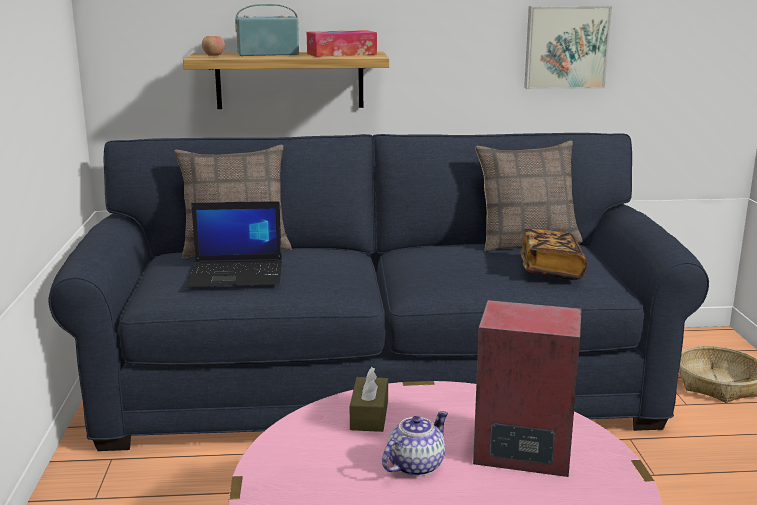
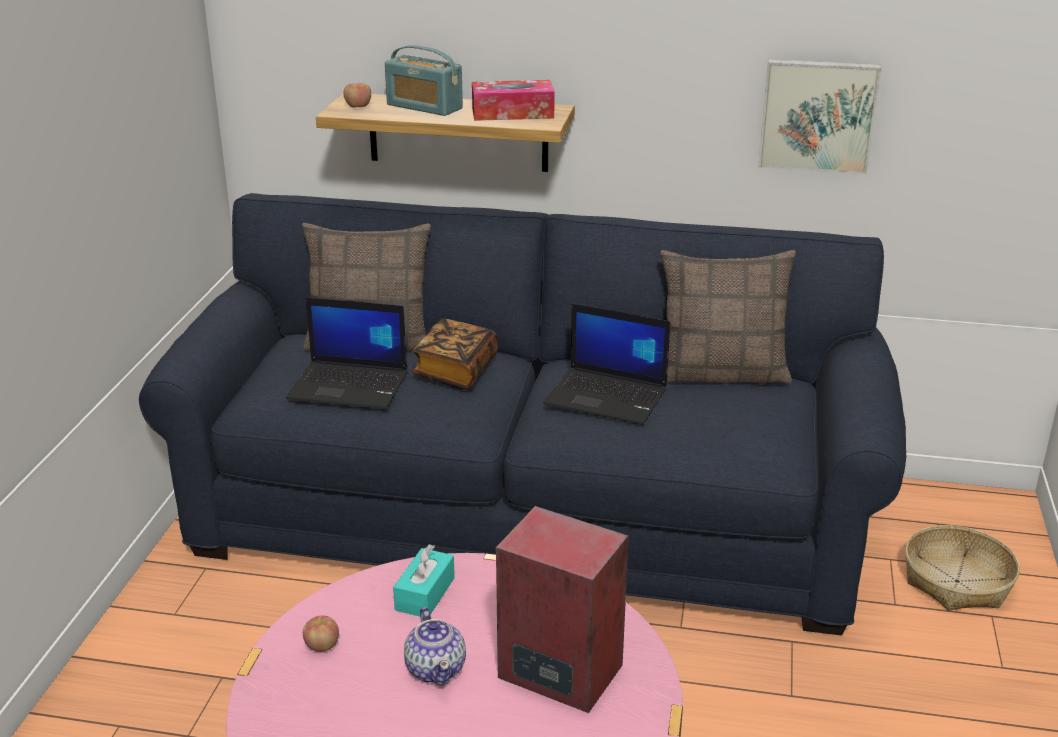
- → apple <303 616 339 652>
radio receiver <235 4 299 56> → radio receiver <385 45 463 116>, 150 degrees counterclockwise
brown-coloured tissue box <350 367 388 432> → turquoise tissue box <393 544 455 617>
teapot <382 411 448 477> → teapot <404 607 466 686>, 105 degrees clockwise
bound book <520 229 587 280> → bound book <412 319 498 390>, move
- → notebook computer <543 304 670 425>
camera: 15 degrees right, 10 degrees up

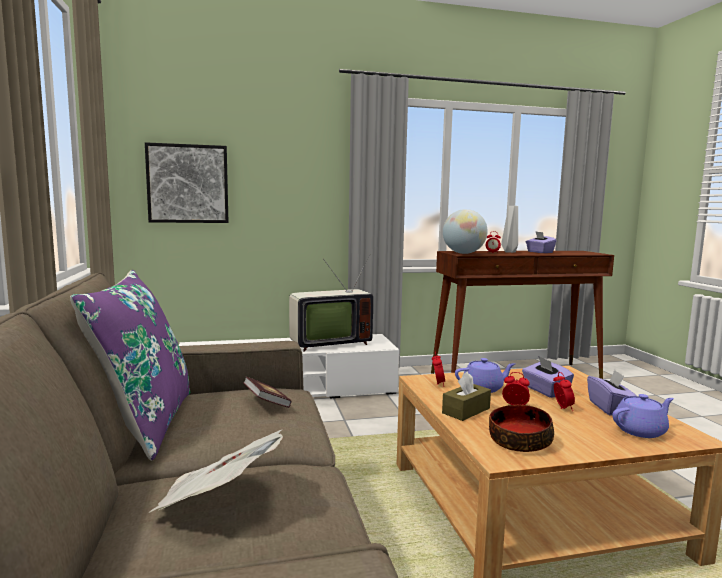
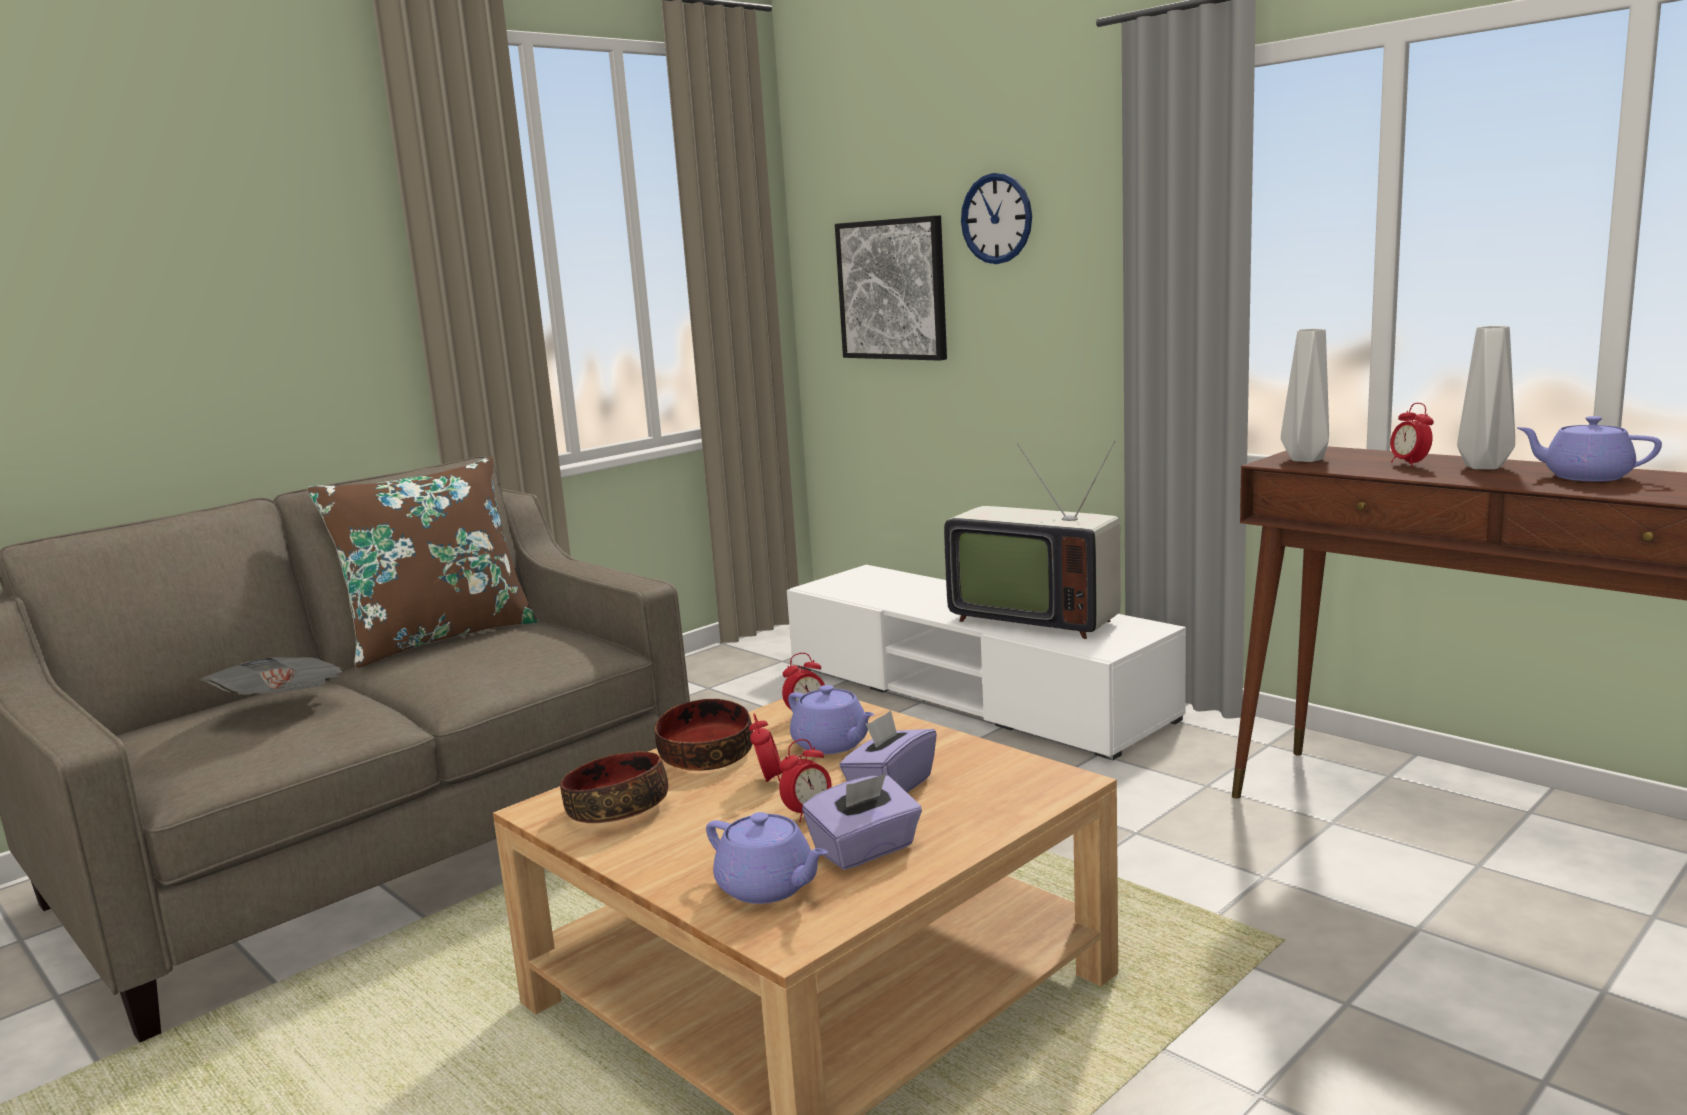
purple pillow <70 270 190 461> → brown-coloured pillow <307 457 538 668>
brown-coloured tissue box <442 372 491 421> → bowl <655 699 753 771>
- → clock on the wall <961 173 1032 264>
desk globe <443 209 488 254> → gray vase <1281 329 1329 462>
purple tissue box <526 231 557 253> → purple teapot <1517 416 1662 482>
bound book <243 377 291 408> → -
camera: 60 degrees right, 5 degrees up

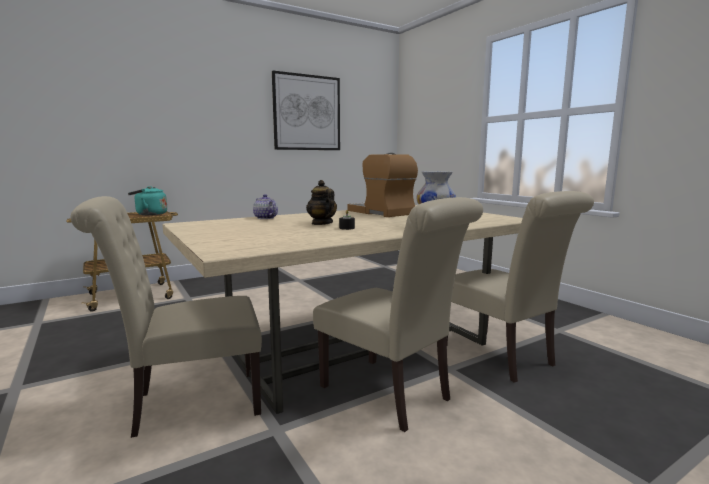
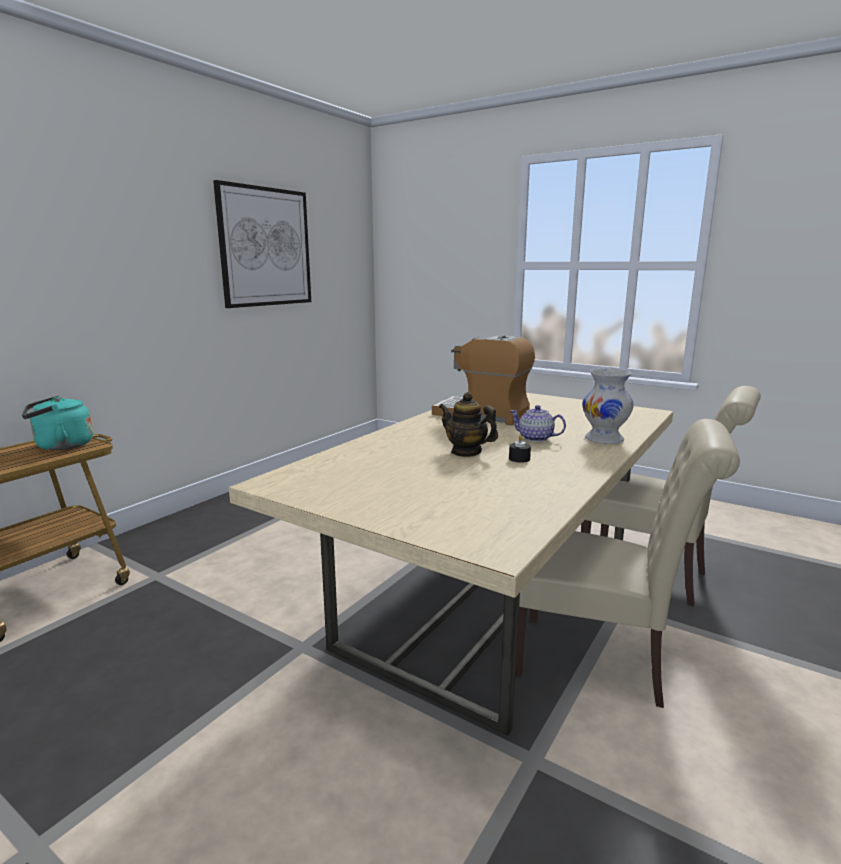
teapot <253 194 278 219> → teapot <510 405 566 442>, move
beige plain chair <70 196 262 438> → -
camera: 25 degrees left, 5 degrees up

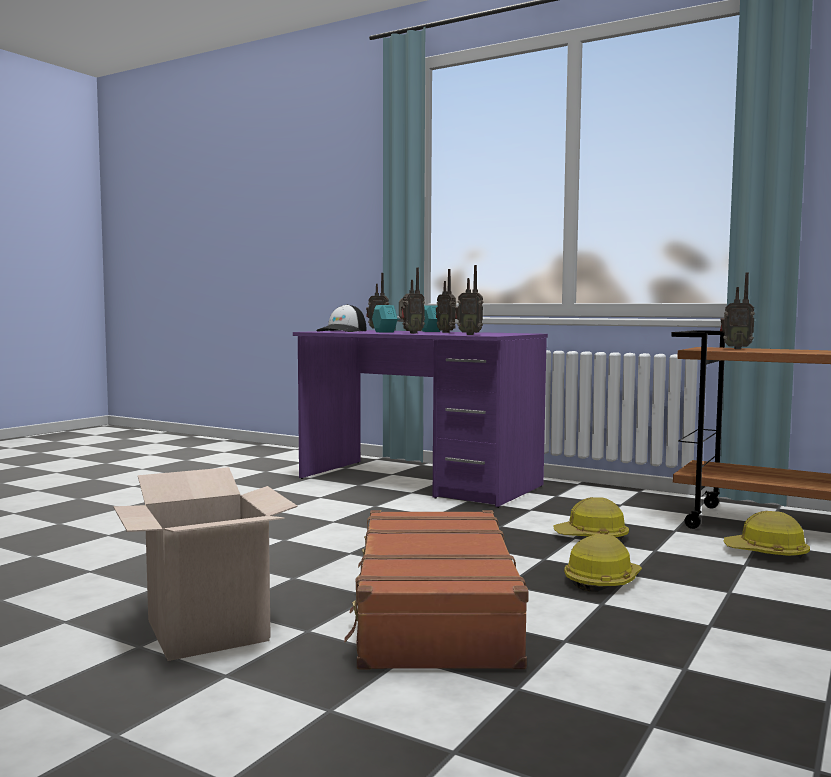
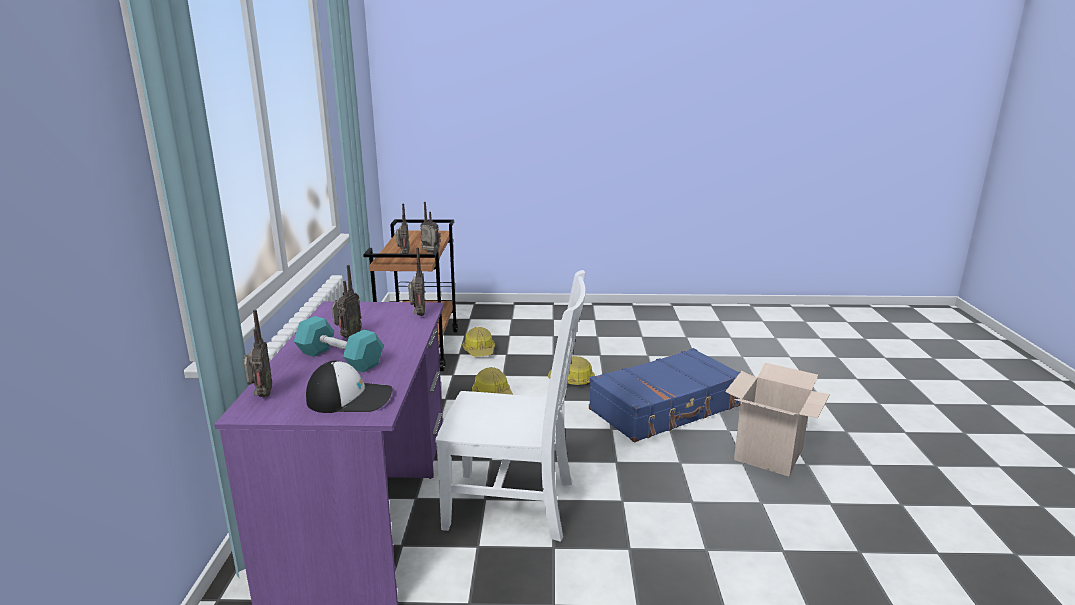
radio receiver <399 268 425 333> → radio receiver <420 202 441 253>, move
- → whitish plain chair <435 270 586 542>
brown-coloured travel case <344 510 529 670> → bluish travel case <589 348 741 442>
camera: 120 degrees left, 15 degrees up

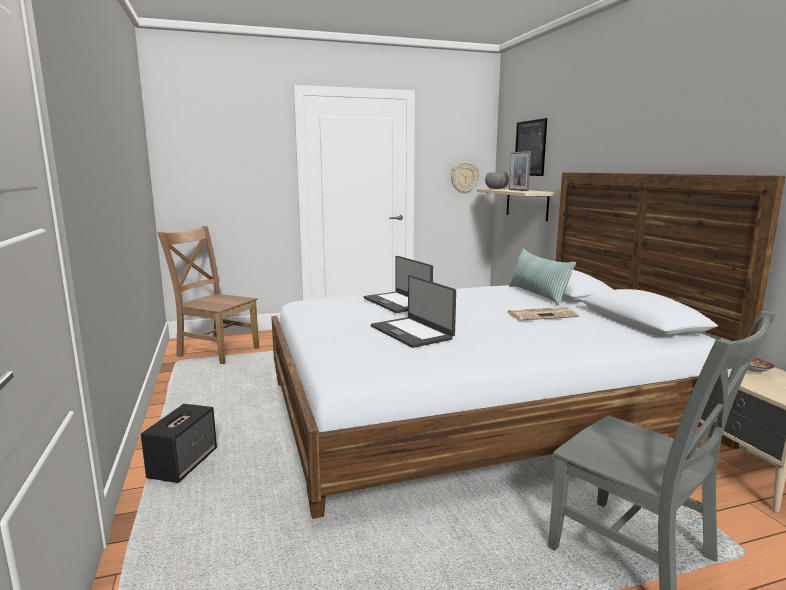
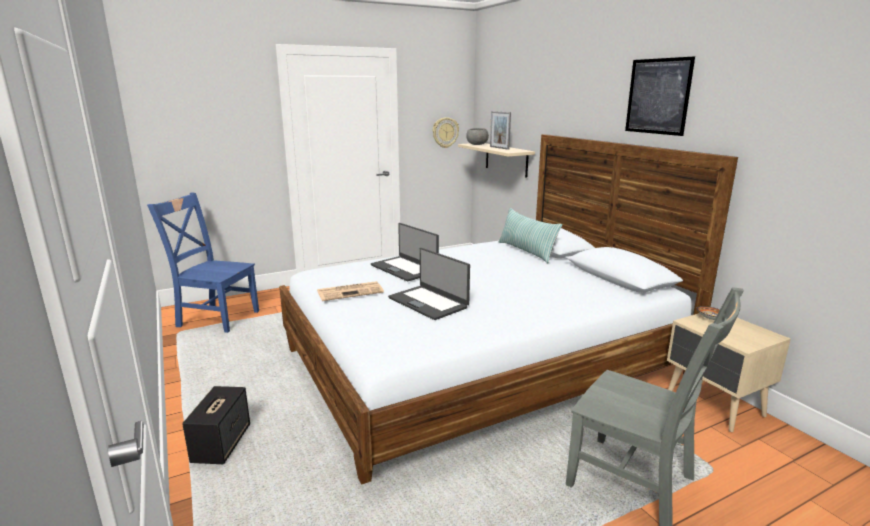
brown-coloured plain chair <158 226 259 364> → bluish plain chair <147 192 259 333>
newspaper <507 307 579 320> → newspaper <317 281 384 301>, move
wall picture <515 118 547 176> → wall picture <625 57 695 136>, move
camera: 10 degrees left, 5 degrees up

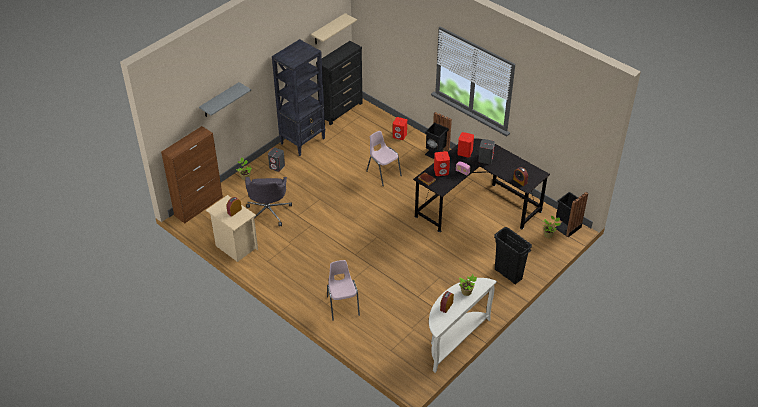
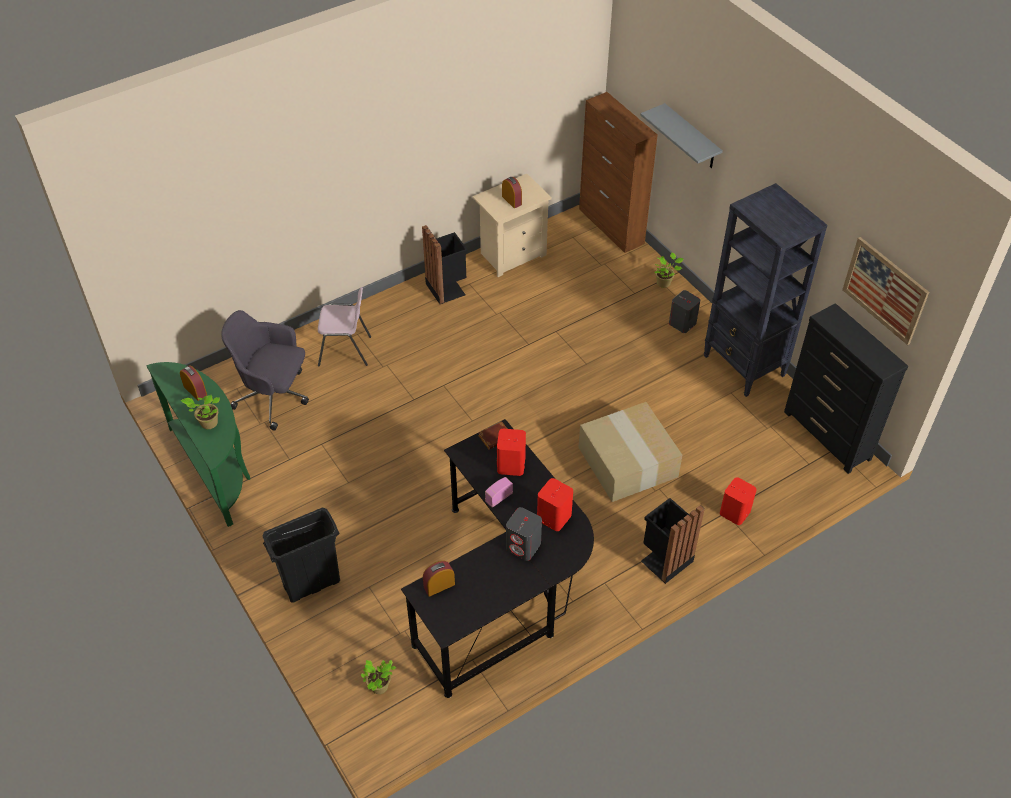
whitish hall table <429 278 497 373> → green hall table <146 362 250 527>
gray desk chair <245 177 292 226> → gray desk chair <221 310 309 430>, move
black waste bin <555 192 588 237> → black waste bin <422 225 468 304>, move
pink plain chair <366 131 402 186> → cardboard box <578 402 682 502>
beige bracket shelf <311 13 357 45> → wall picture <842 237 929 345>
camera: 105 degrees right, 5 degrees up

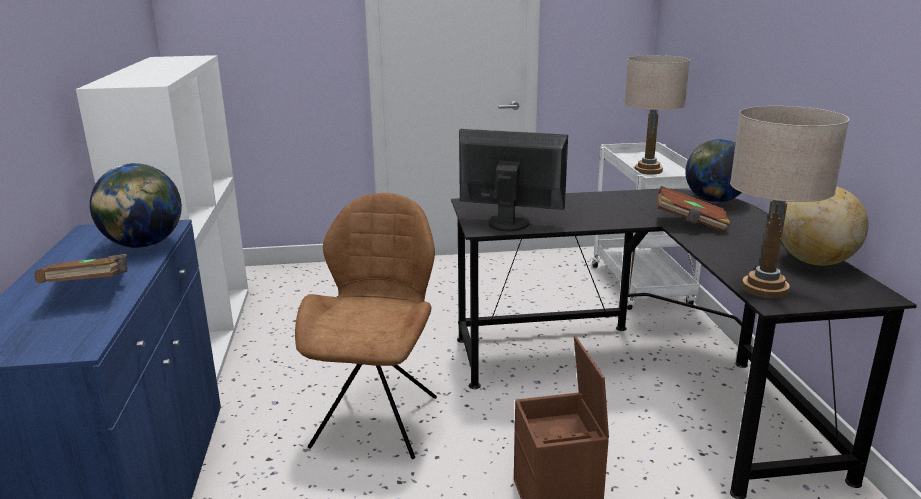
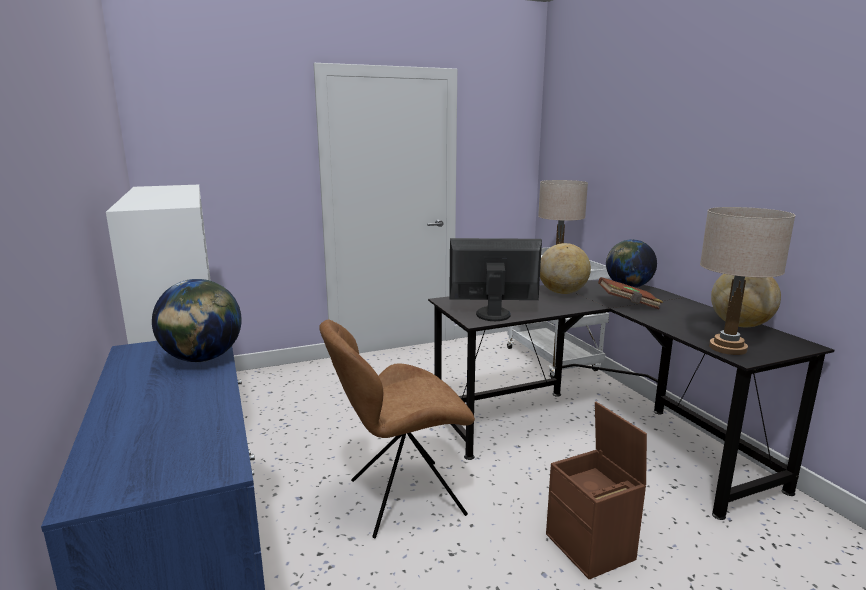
brown-coloured plain chair <295 193 437 459> → brown-coloured plain chair <320 320 475 538>, 105 degrees counterclockwise
- → desk globe <540 243 591 294>
brown-coloured bound book <35 254 128 283> → -
camera: 15 degrees left, 5 degrees down

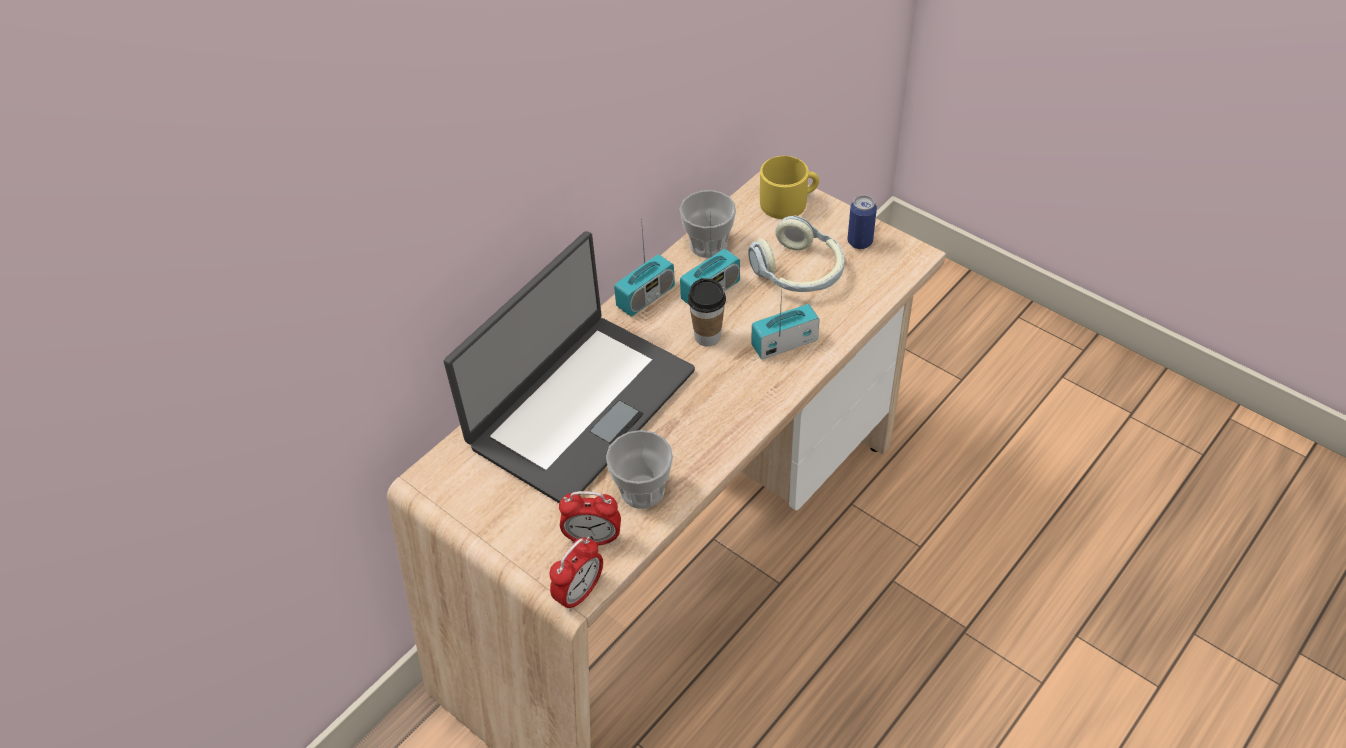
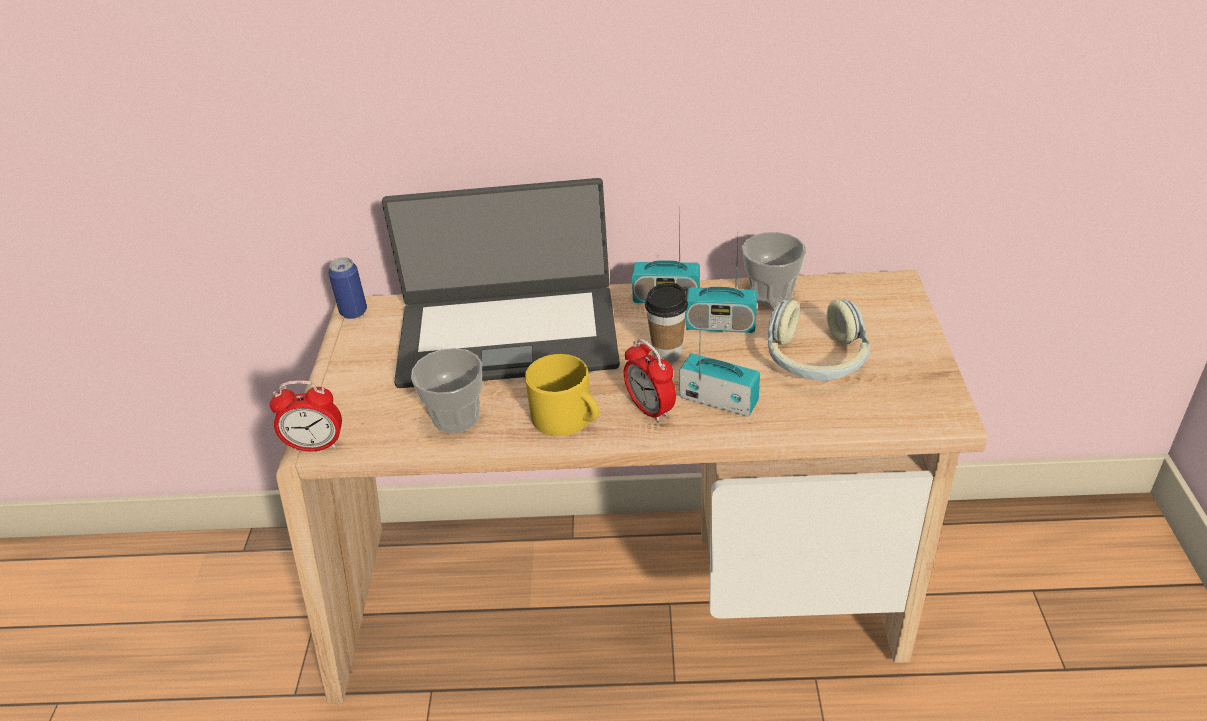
metal can <848 195 877 249> → metal can <328 257 367 319>, move
yellowish mug <760 156 819 219> → yellowish mug <525 354 599 436>, move
alarm clock <559 491 621 545> → alarm clock <624 339 676 423>, move
camera: 50 degrees right, 10 degrees down

